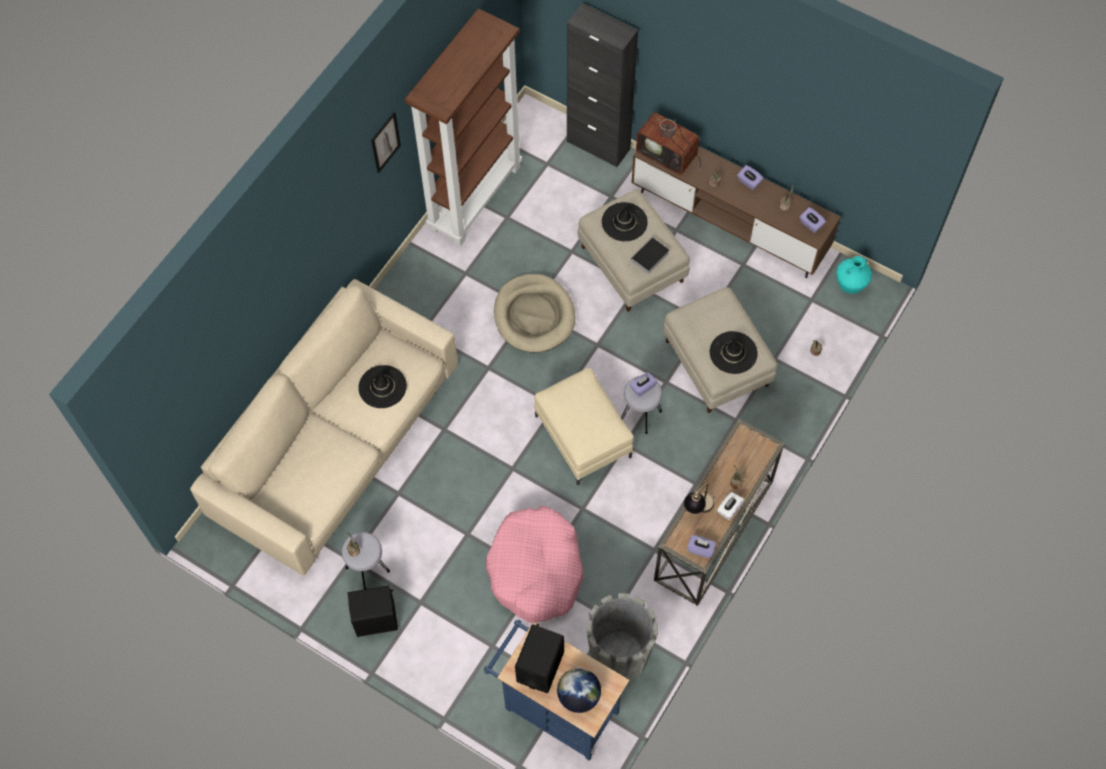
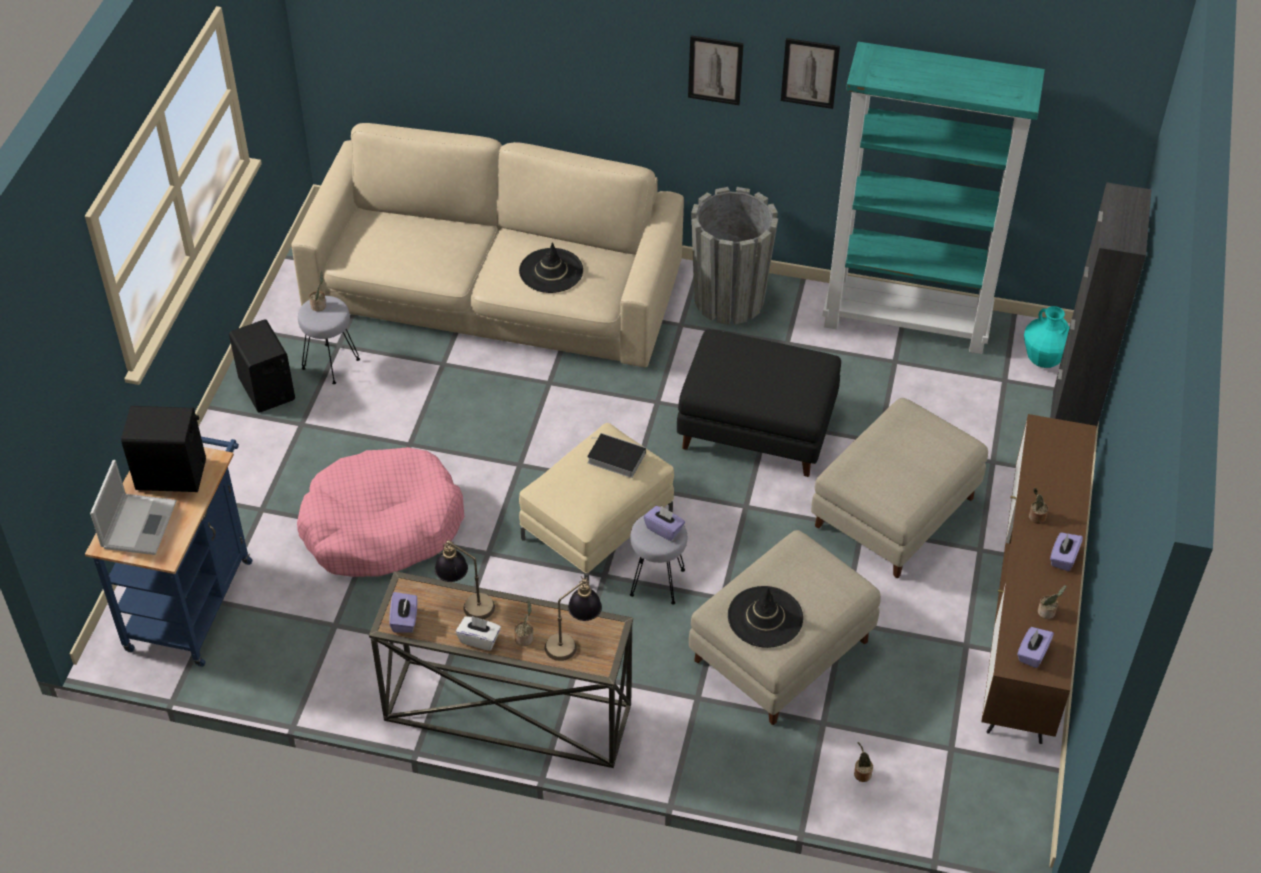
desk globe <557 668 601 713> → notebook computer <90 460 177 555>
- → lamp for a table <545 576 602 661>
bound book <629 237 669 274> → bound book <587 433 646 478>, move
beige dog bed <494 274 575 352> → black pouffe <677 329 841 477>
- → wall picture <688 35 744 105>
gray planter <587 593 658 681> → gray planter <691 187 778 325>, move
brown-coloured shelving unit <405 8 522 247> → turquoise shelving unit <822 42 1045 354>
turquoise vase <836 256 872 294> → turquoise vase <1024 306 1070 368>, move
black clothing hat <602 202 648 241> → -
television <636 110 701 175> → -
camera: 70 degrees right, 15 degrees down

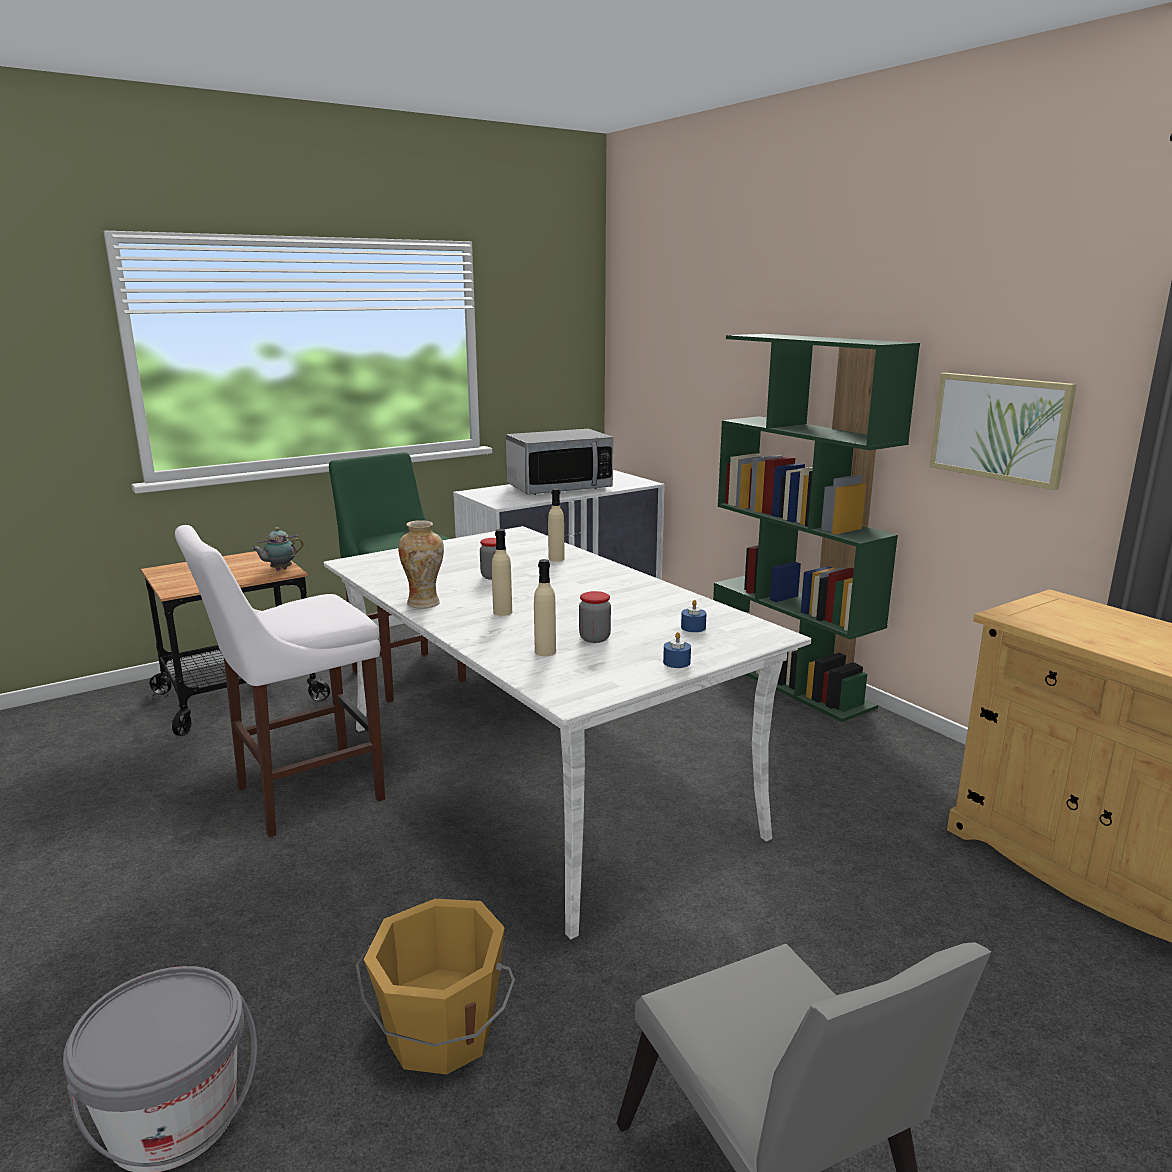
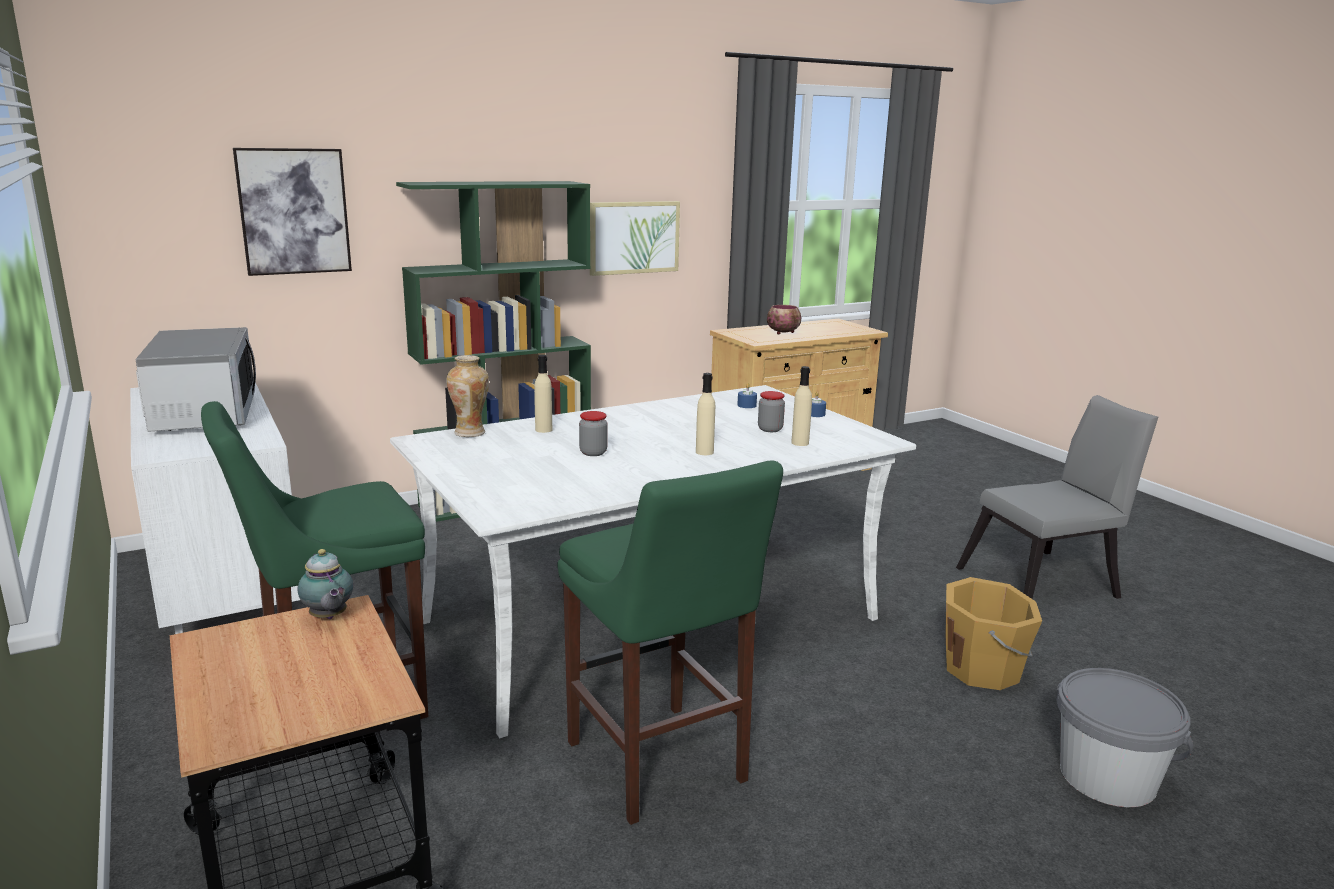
- → wall picture <233 148 352 276>
vase <398 520 444 608> → vase <446 355 489 437>, move
whitish stool seat <175 525 385 837> → green stool seat <557 461 783 825>
- → bowl <767 305 801 335>
camera: 85 degrees left, 0 degrees up

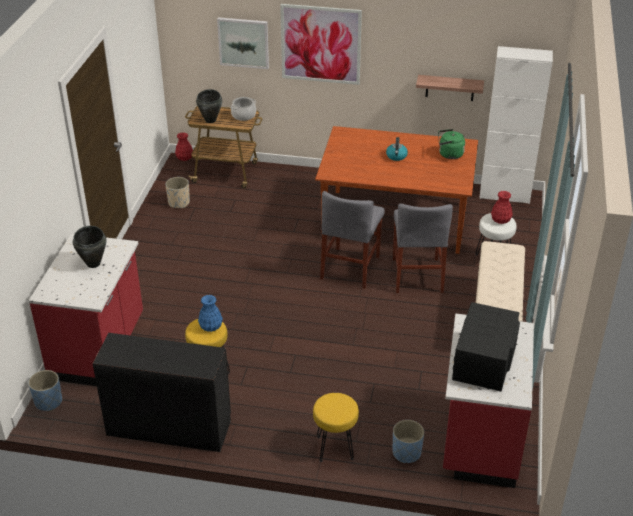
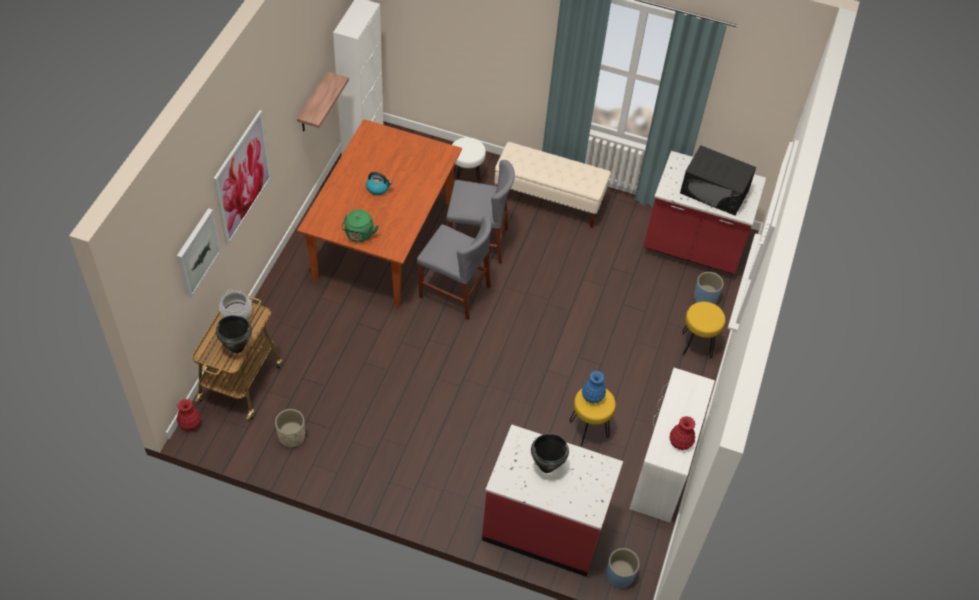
green tea kettle <438 129 465 159> → green tea kettle <342 210 379 242>, move
black desk unit <93 333 231 452> → whitish desk unit <629 368 715 522>
red-coloured vase <491 191 513 224> → red-coloured vase <669 416 696 450>, move
camera: 85 degrees left, 15 degrees up

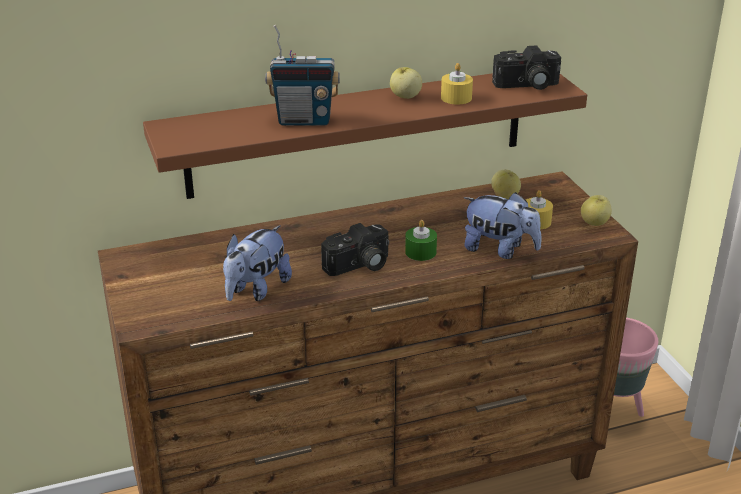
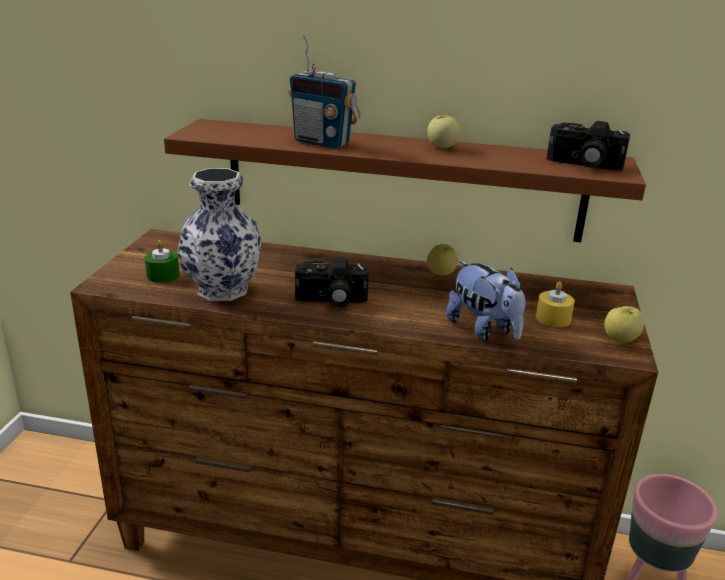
green wax light <405 220 437 261> → green wax light <144 240 179 283>, move
cuddly toy <223 225 292 301> → vase <177 168 262 301>
apple <491 169 521 199> → apple <427 244 458 276>, move
yellowish wax light <441 63 473 105> → -
camera: 30 degrees right, 5 degrees down

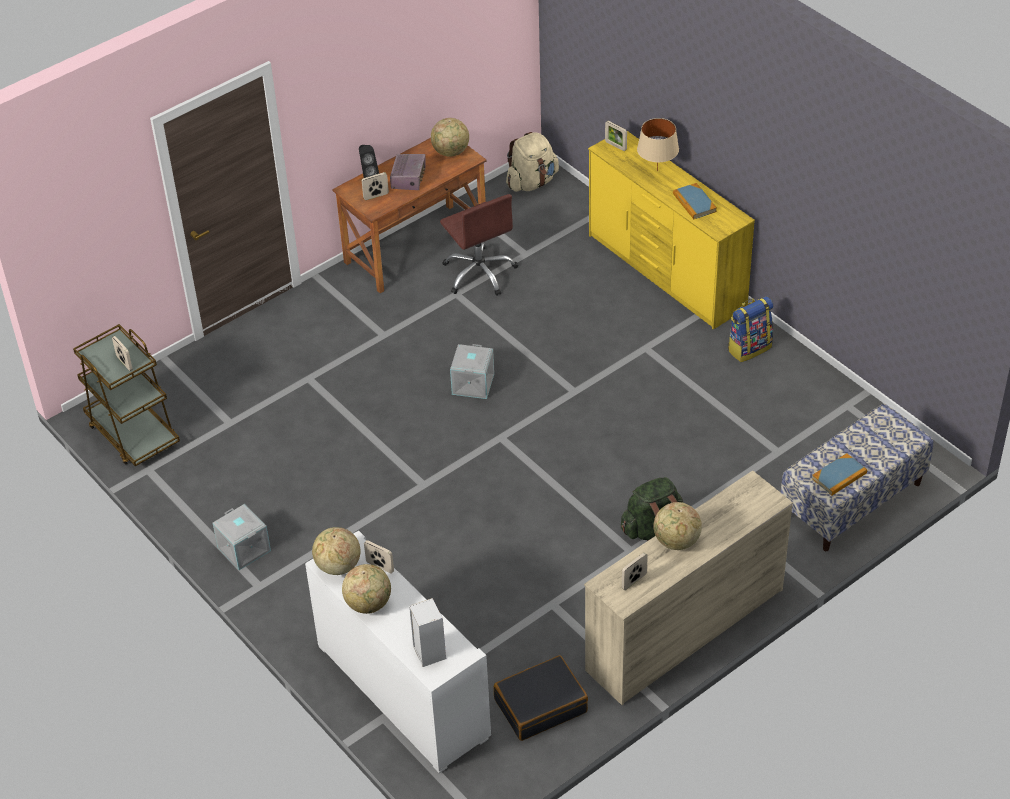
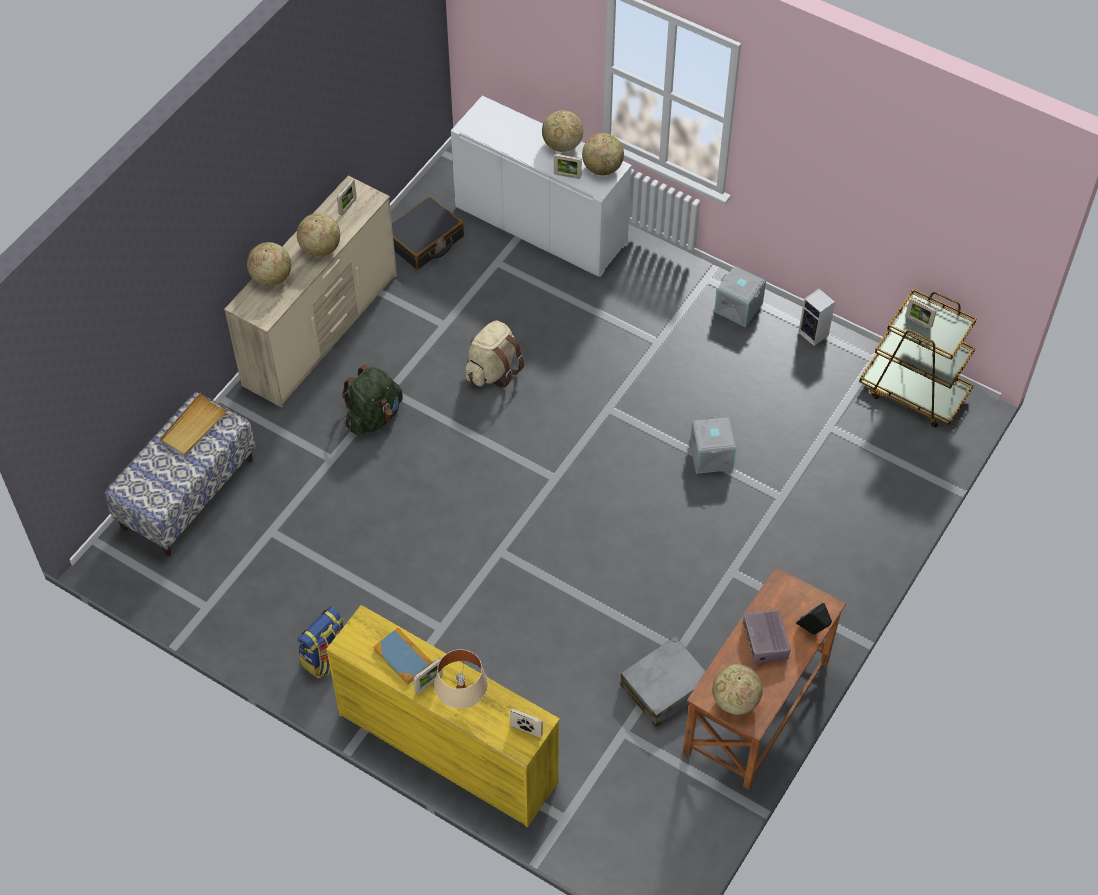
bound book <812 453 867 495> → beige carrying tray <160 393 229 456>
- → desk globe <247 242 291 286>
picture frame <362 172 389 200> → picture frame <413 658 443 694>, move
beige knapsack <506 132 559 192> → beige knapsack <466 320 524 388>, move
brown-coloured desk chair <440 194 518 296> → gray travel case <620 636 706 727>
gray storage box <450 344 494 399> → gray storage box <690 416 736 474>, move
audio speaker <409 598 446 667> → audio speaker <798 289 835 346>, move
camera: 160 degrees right, 10 degrees up

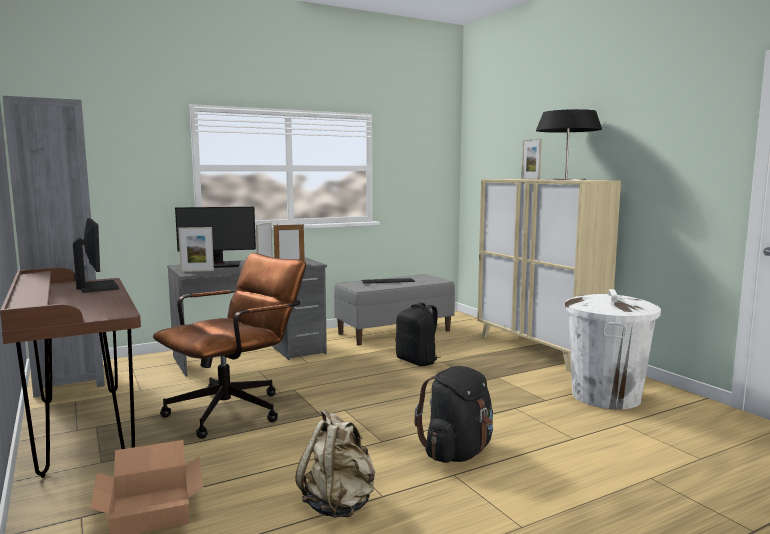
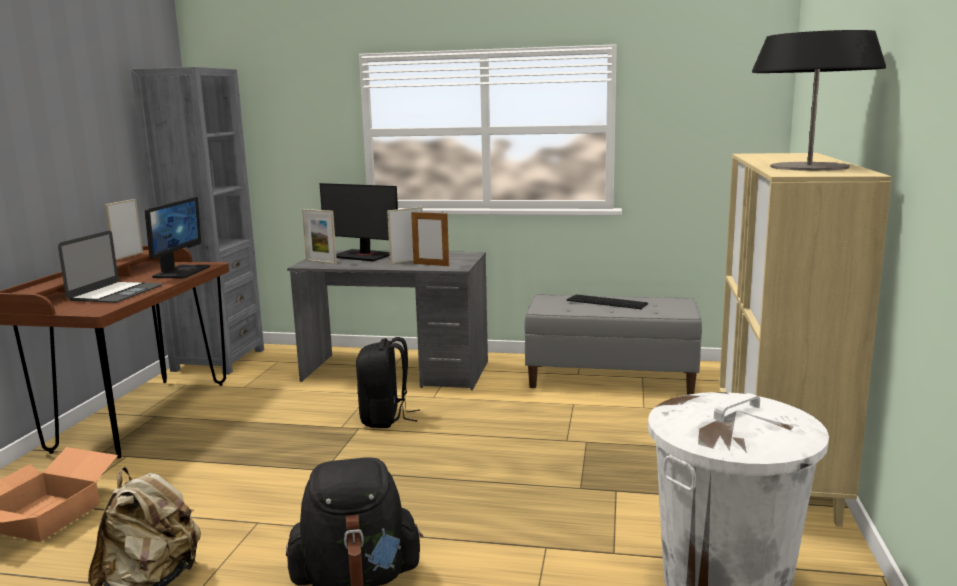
- → notebook computer <58 231 163 303>
picture frame <521 139 542 180> → picture frame <105 199 143 260>, move
black knapsack <396 302 440 366> → black knapsack <356 337 420 428>, move
brown-coloured desk chair <153 253 306 439> → -
camera: 40 degrees right, 5 degrees up

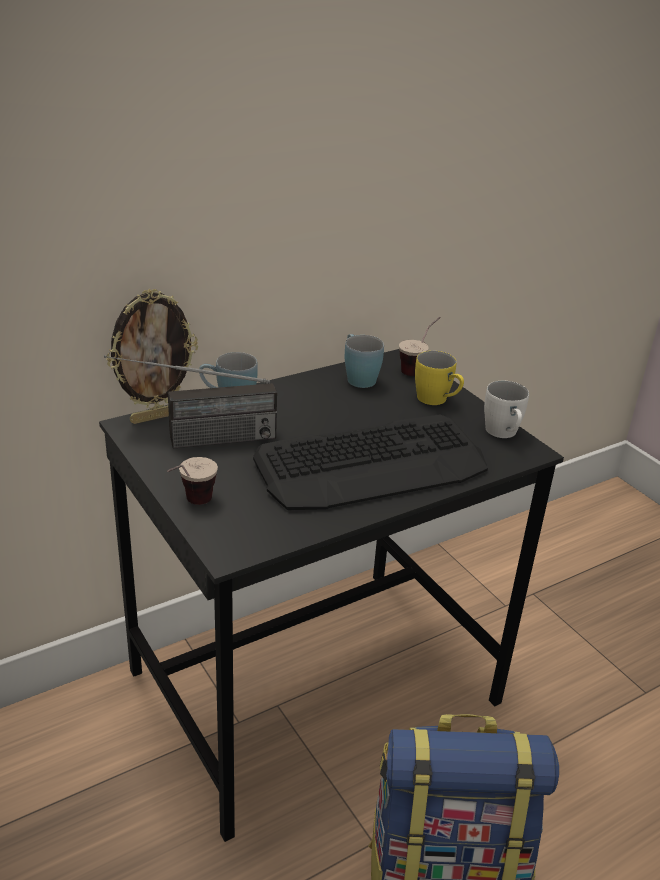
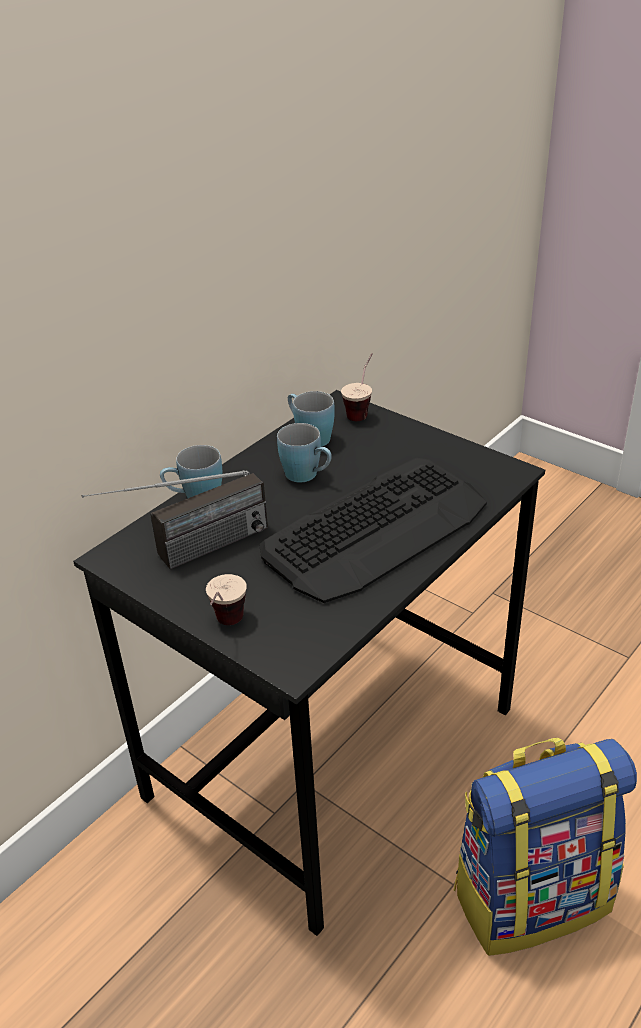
- → bluish mug <277 423 332 483>
picture frame <106 289 198 424> → -
yellowish mug <415 351 464 405> → -
whitish mug <484 380 529 438> → -
camera: 15 degrees left, 5 degrees up

